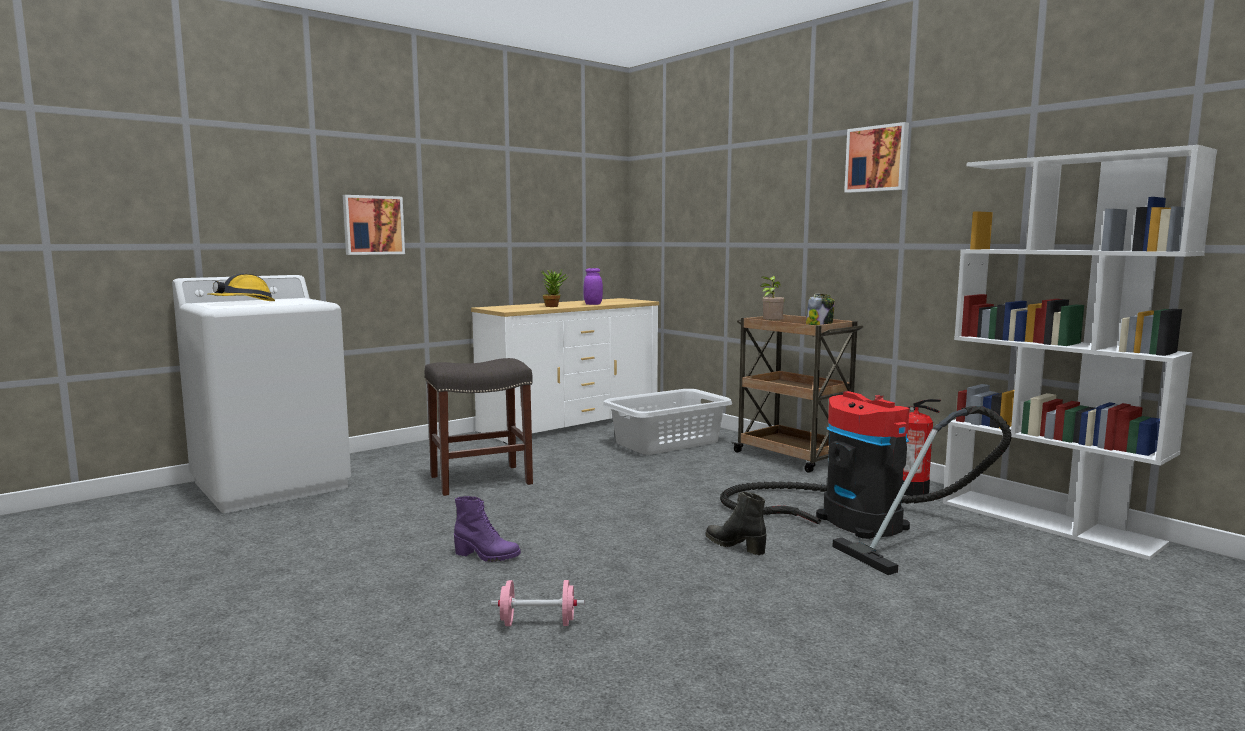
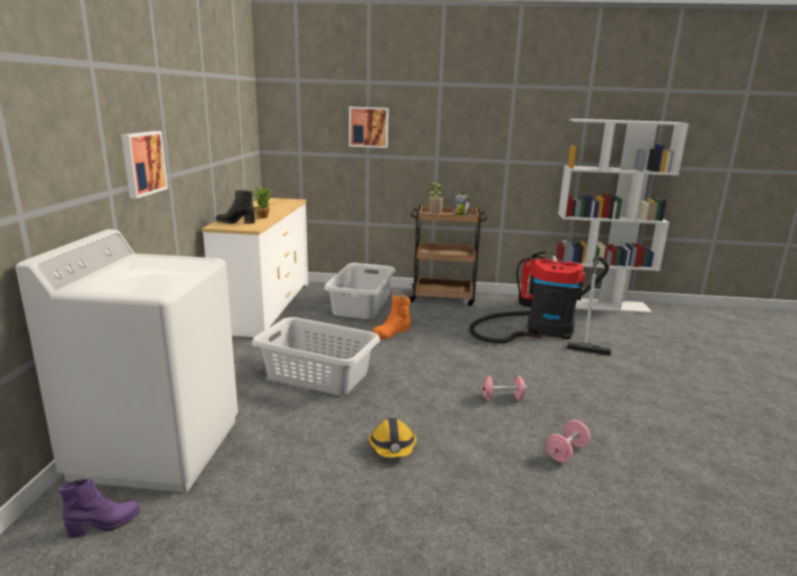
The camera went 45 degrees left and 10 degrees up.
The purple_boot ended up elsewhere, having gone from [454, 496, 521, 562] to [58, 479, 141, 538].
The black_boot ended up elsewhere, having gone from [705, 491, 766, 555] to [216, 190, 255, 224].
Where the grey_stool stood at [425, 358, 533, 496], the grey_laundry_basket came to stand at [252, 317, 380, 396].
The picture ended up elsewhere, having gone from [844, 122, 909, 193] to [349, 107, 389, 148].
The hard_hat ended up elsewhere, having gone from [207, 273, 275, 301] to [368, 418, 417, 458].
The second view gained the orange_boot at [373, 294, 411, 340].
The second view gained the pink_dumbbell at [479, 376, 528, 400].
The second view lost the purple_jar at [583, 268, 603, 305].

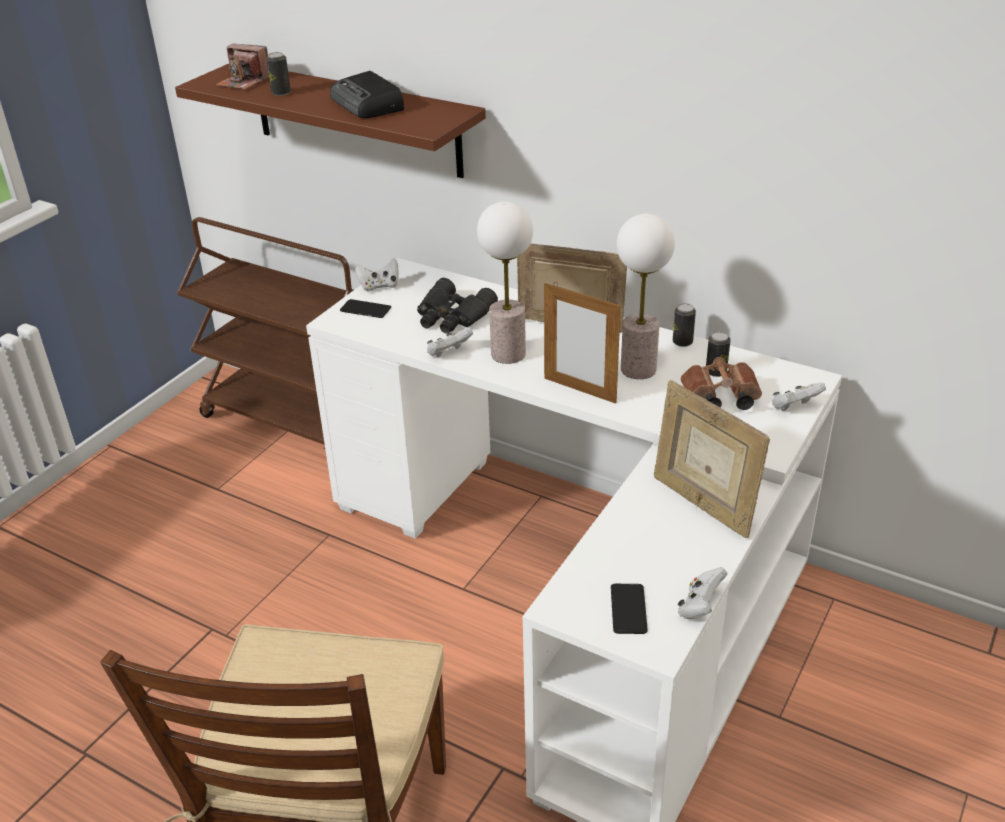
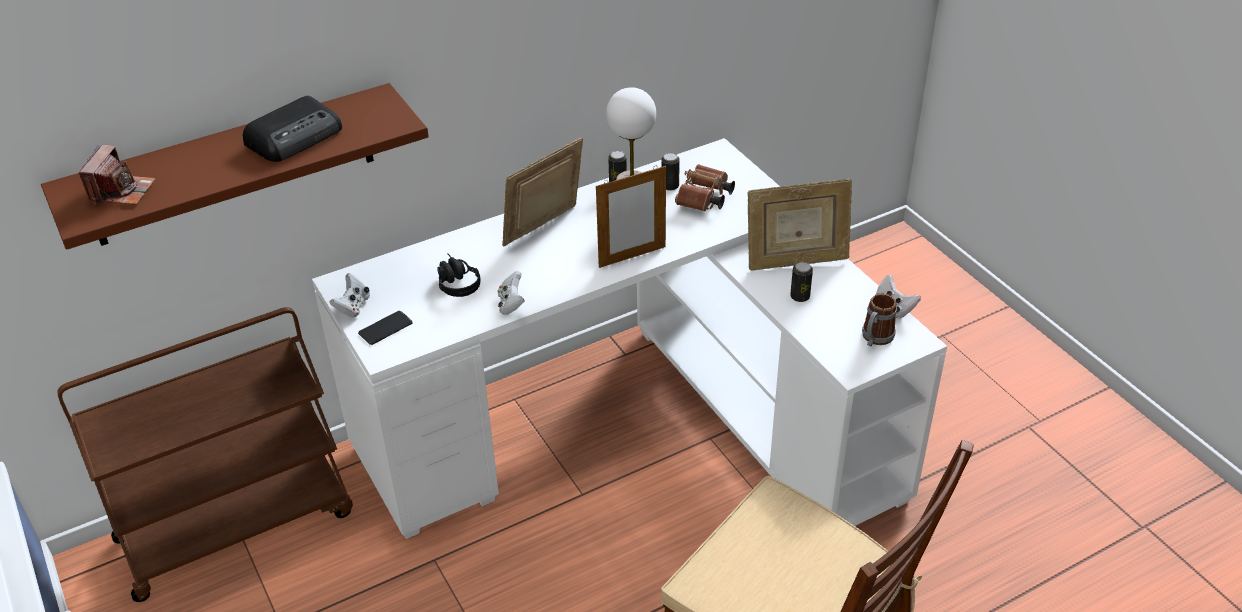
The camera went 60 degrees left and 5 degrees up.
The photo_camera at [216, 44, 269, 89] ended up facing another way, 45 degrees counterclockwise from before.
The radio at [330, 71, 404, 118] ended up facing another way, 45 degrees counterclockwise from before.
Where the black_binoculars stood at [417, 278, 498, 334], the black_headphones came to stand at [437, 253, 481, 297].
The can ended up elsewhere, having gone from [266, 52, 291, 96] to [790, 262, 813, 302].
Where the phone stood at [611, 584, 648, 634], the mug came to stand at [862, 294, 897, 346].
The second view lost the table_lamp at [477, 201, 533, 364].
The second view lost the white_game_controller at [772, 383, 826, 411].

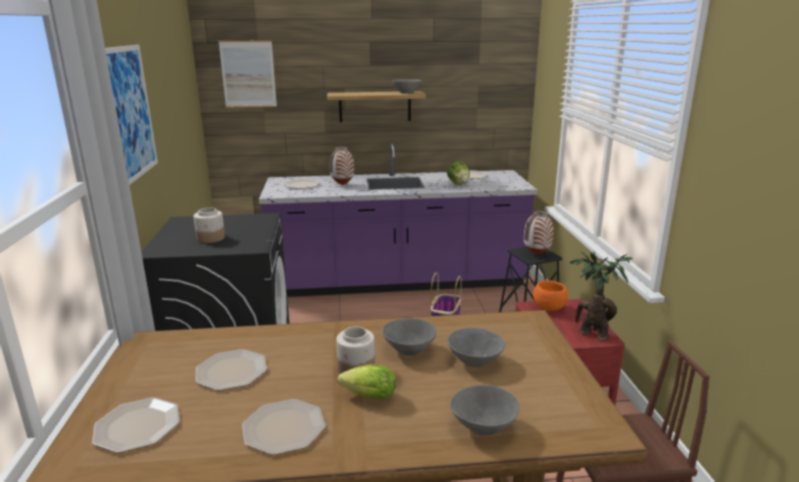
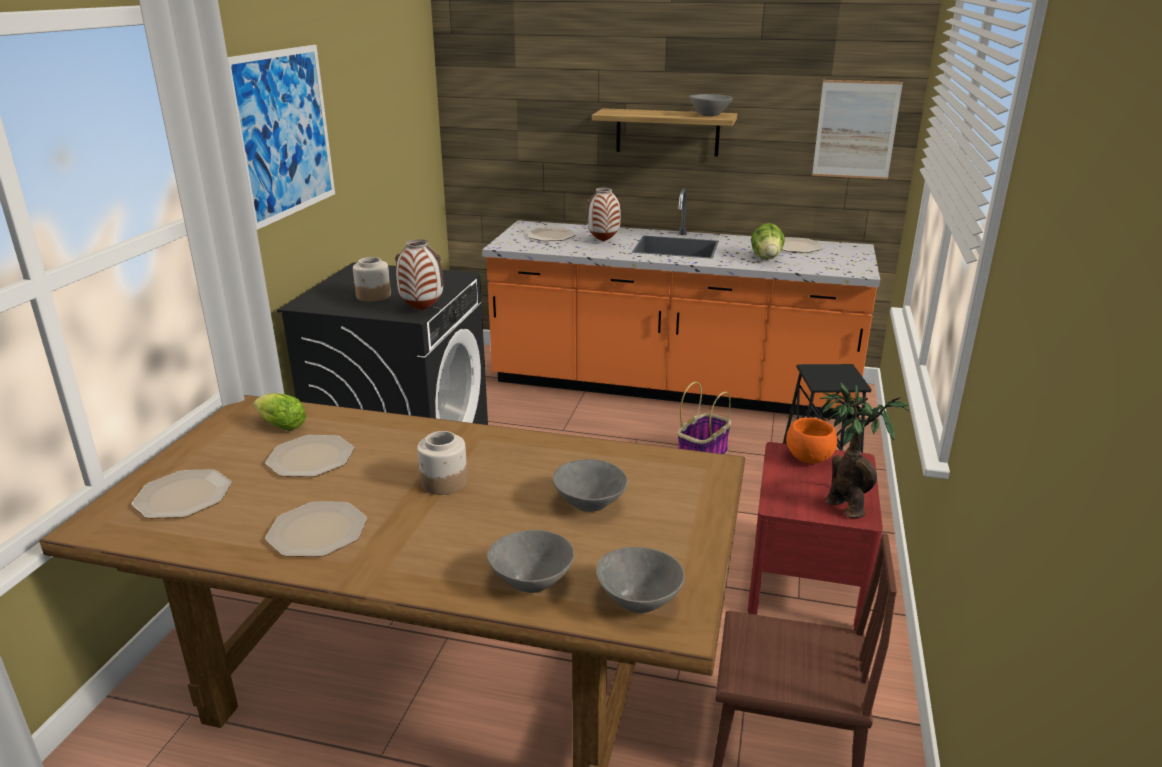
The camera went 20 degrees right and 5 degrees up.
The lettuce ended up elsewhere, having gone from [338, 365, 396, 400] to [253, 393, 306, 431].
The vase ended up elsewhere, having gone from [524, 211, 553, 254] to [395, 239, 443, 310].
What was the purple_counter at [259, 144, 537, 297] turned into the orange_counter at [482, 189, 880, 421].
The grey_bowl ended up elsewhere, having gone from [382, 319, 437, 356] to [596, 547, 685, 613].
The picture ended up elsewhere, having gone from [219, 40, 277, 108] to [812, 80, 903, 180].

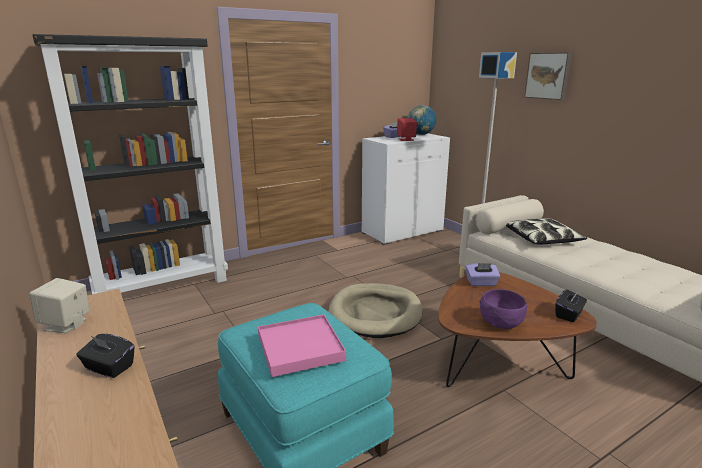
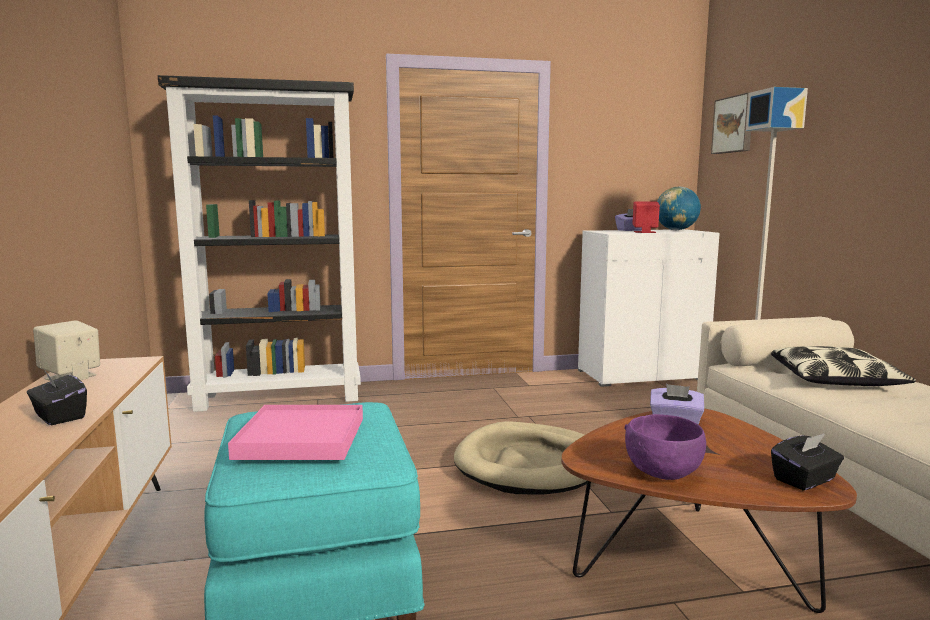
The camera went 20 degrees right and 10 degrees down.
The picture ended up elsewhere, having gone from [524, 52, 572, 100] to [711, 92, 751, 154].

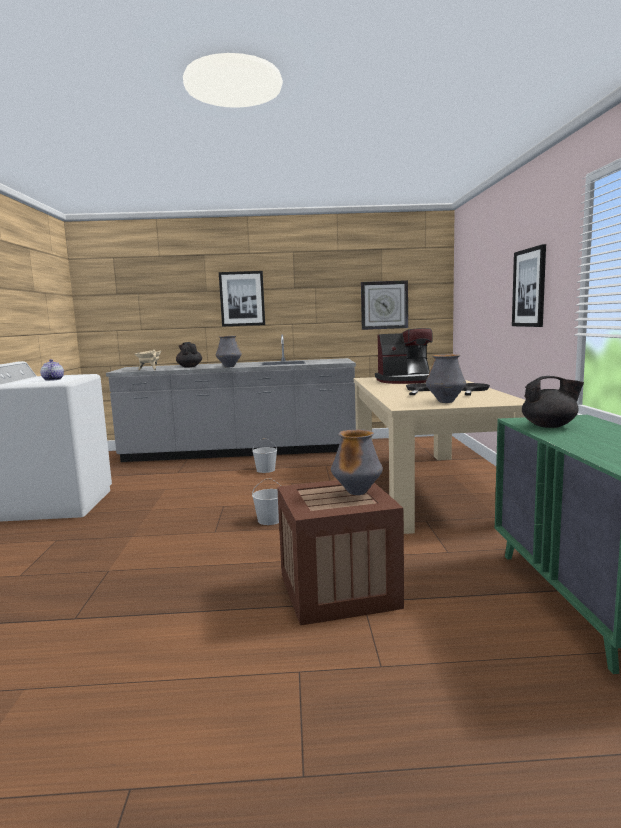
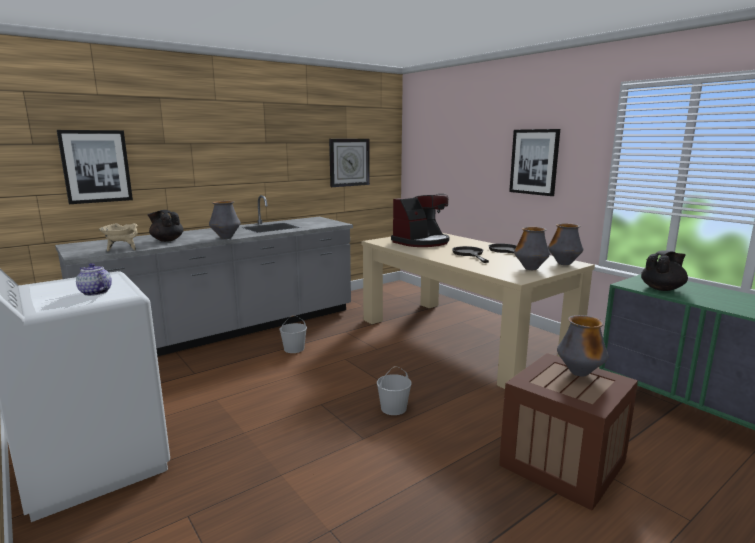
The camera went 35 degrees left and 5 degrees up.
The picture ended up elsewhere, having gone from [219, 271, 265, 327] to [57, 130, 133, 204].
The second view gained the vase at [548, 223, 583, 265].

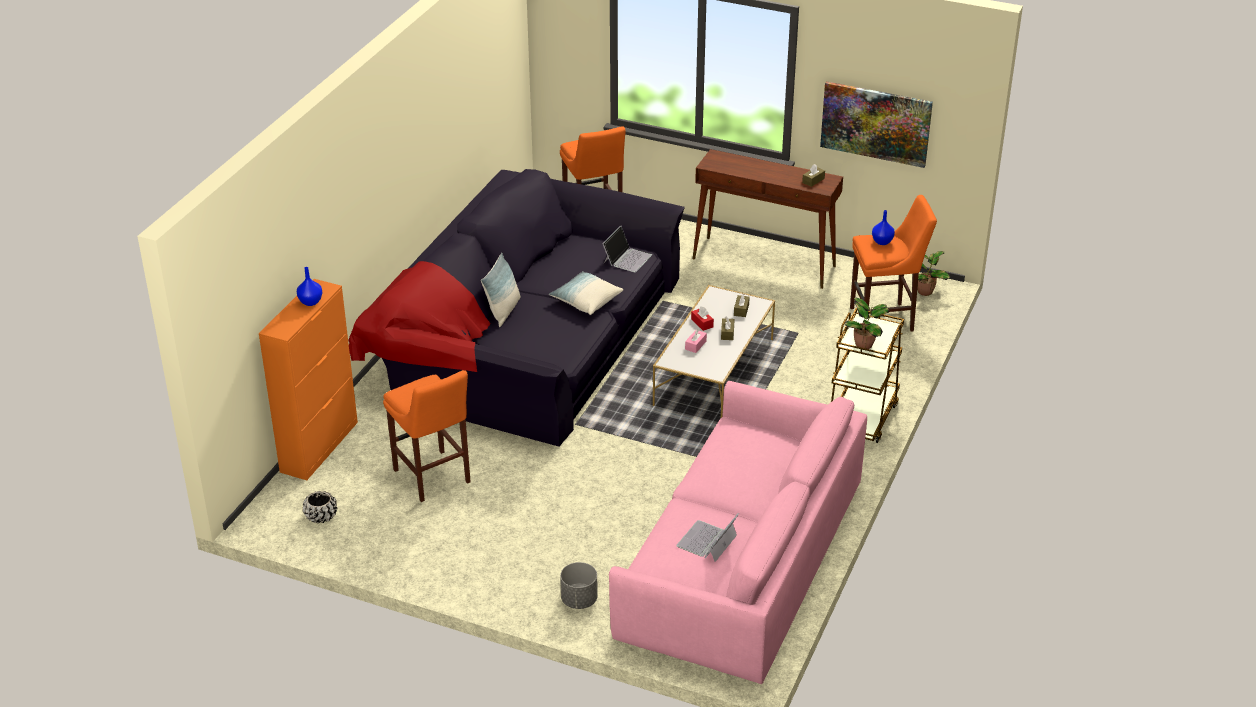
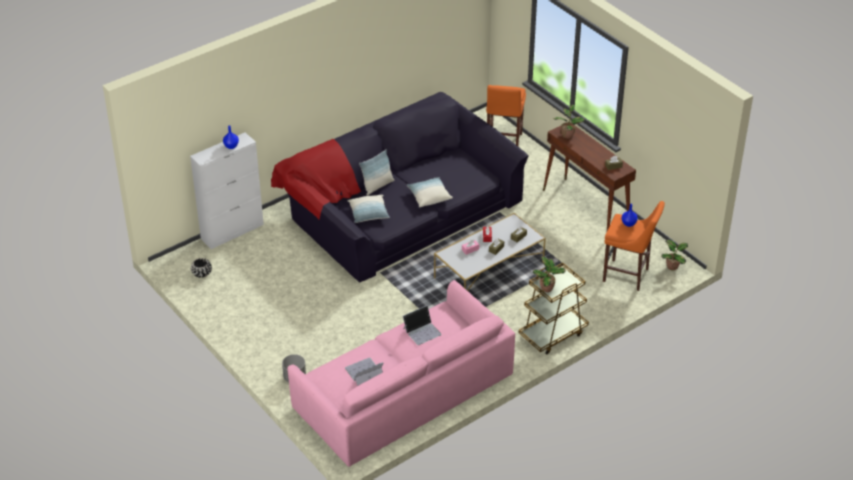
The camera went 30 degrees right and 5 degrees up.
What was the orange_cabinet at [259, 279, 358, 480] turned into the white_cabinet at [190, 132, 264, 249].
The second view gained the pillow at [348, 195, 390, 223].
The laptop ended up elsewhere, having gone from [602, 226, 652, 272] to [403, 305, 442, 345].
The second view gained the potted_plant at [553, 104, 585, 139].
The second view lost the orange_stool at [383, 370, 471, 502].
The second view lost the picture at [820, 81, 933, 168].

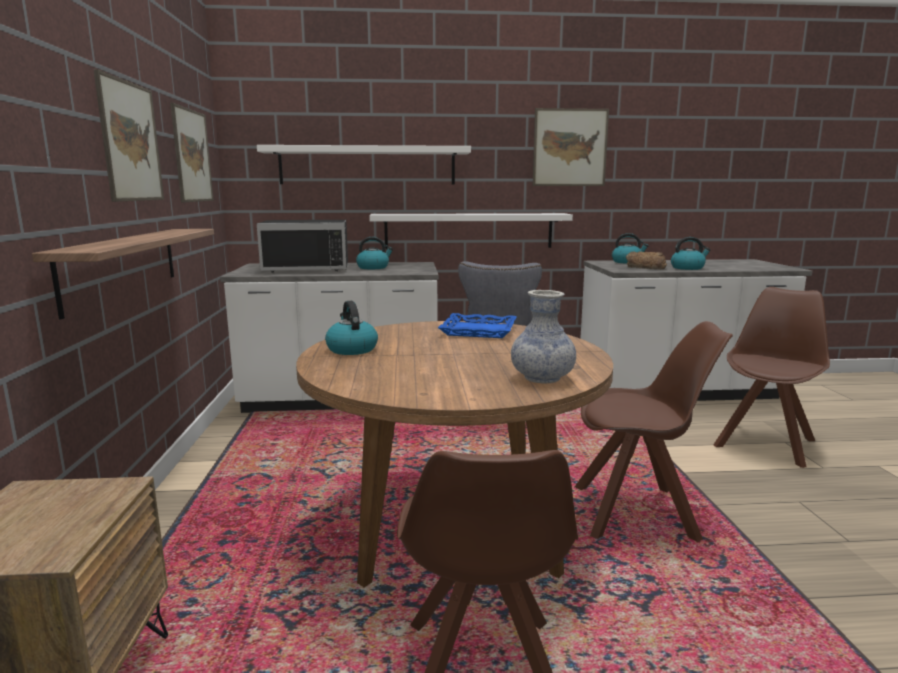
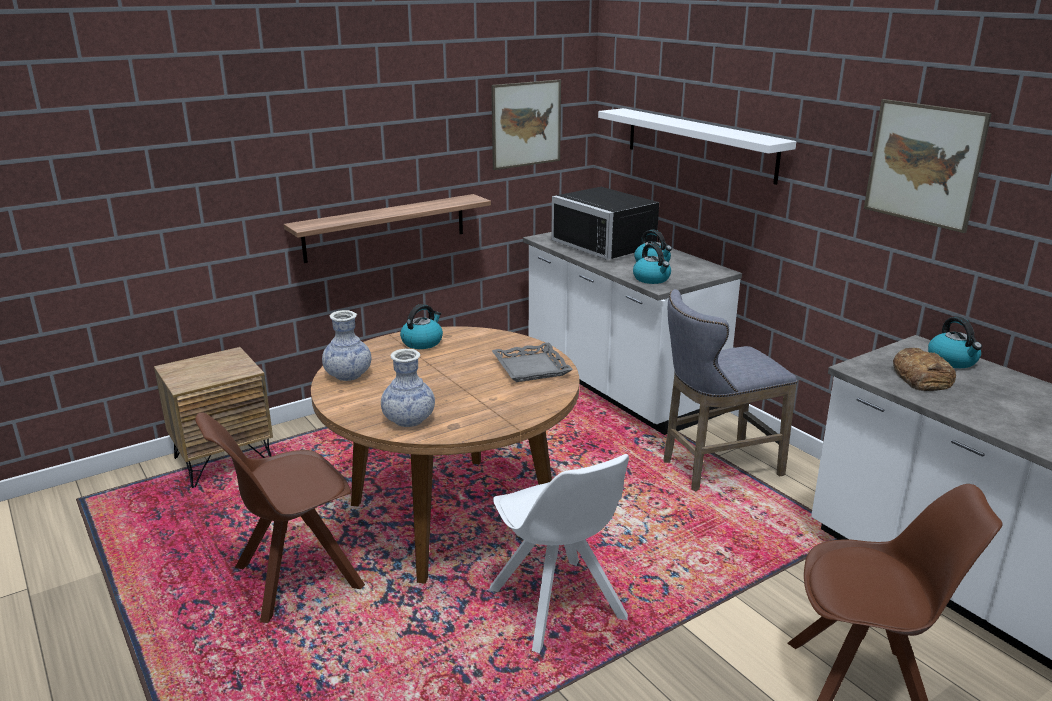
The camera went 60 degrees right and 10 degrees up.
The second view gained the vase at [322, 310, 371, 381].
What was the brown_chair at [575, 321, 733, 542] turned into the white_chair at [489, 454, 629, 653].
What was the blue_tray at [438, 313, 517, 338] turned into the grey_tray at [492, 342, 573, 382].
The kettle ended up elsewhere, having gone from [671, 237, 711, 270] to [633, 243, 671, 284].
The second view lost the picture at [93, 69, 164, 202].
The second view lost the white_shelf at [369, 213, 573, 249].

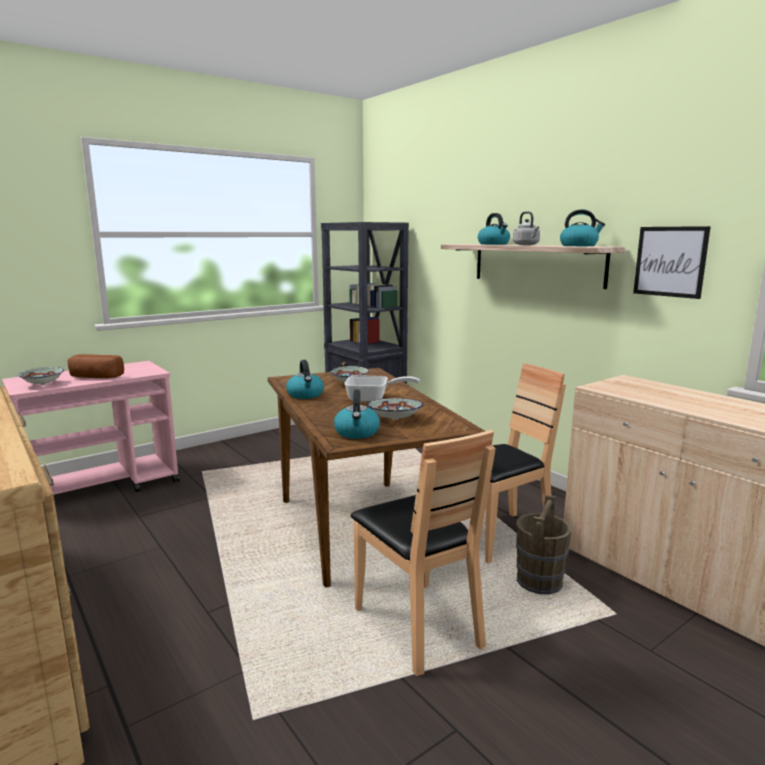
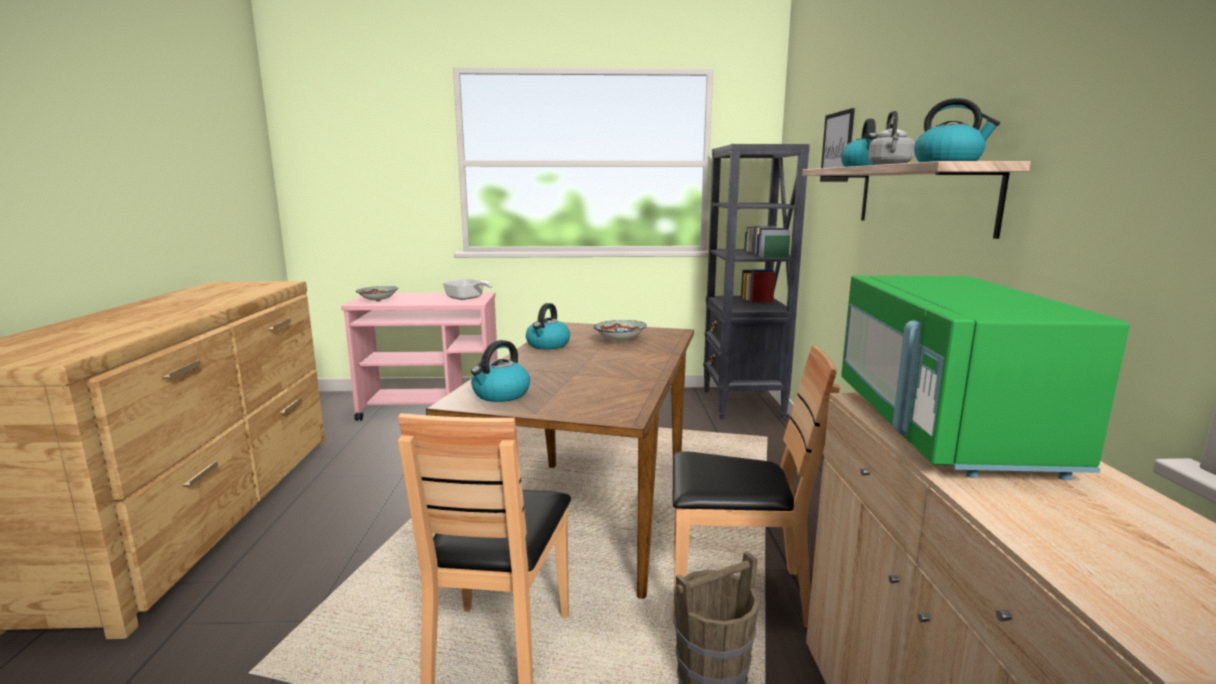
The camera went 35 degrees right and 0 degrees up.
The frying_pan ended up elsewhere, having gone from [344, 375, 420, 402] to [442, 279, 493, 300].
The picture ended up elsewhere, having gone from [633, 226, 711, 299] to [820, 108, 855, 182].
The second view gained the green_microwave at [841, 276, 1130, 481].
The second view lost the bread at [67, 354, 124, 378].
The second view lost the bowl at [367, 398, 424, 420].

